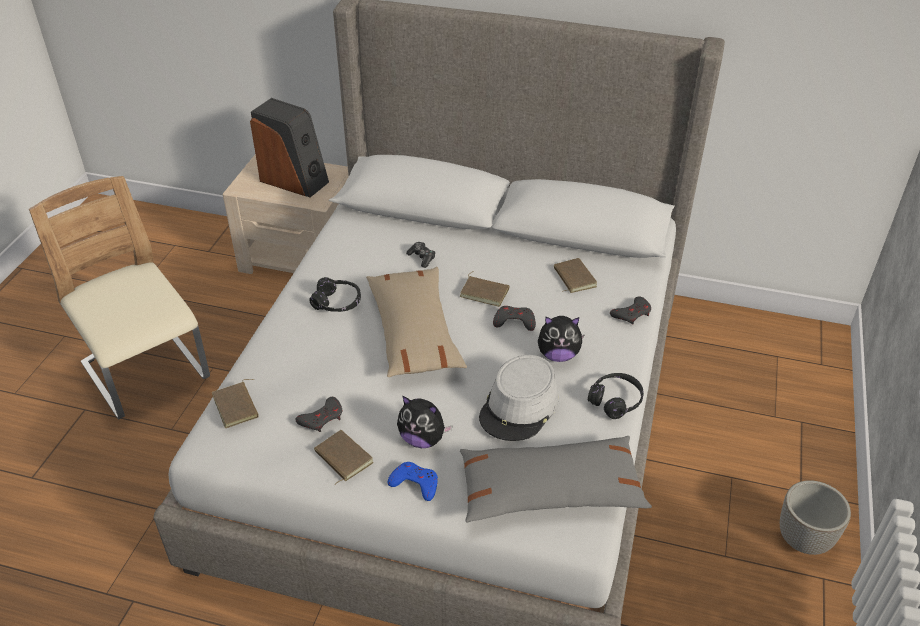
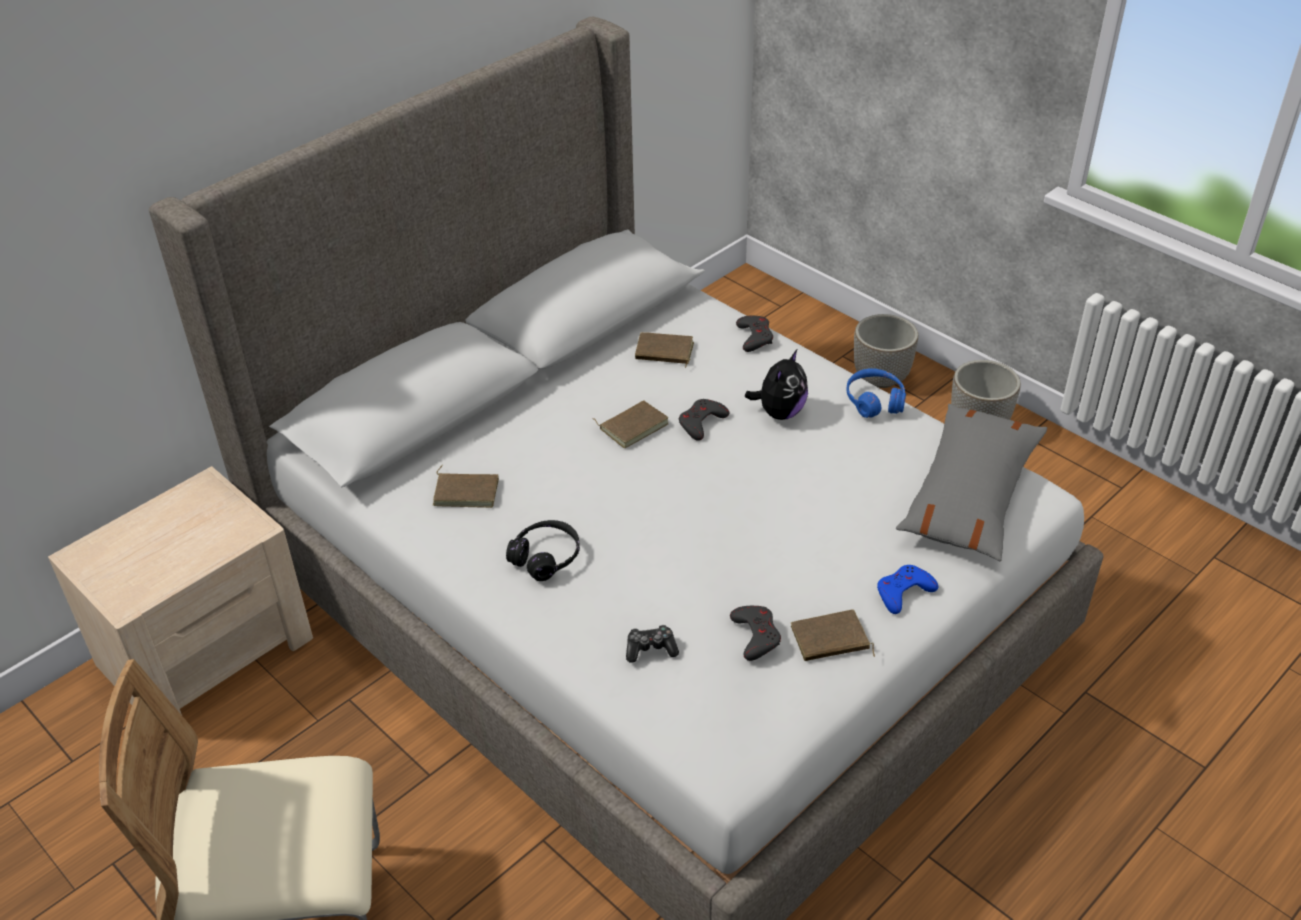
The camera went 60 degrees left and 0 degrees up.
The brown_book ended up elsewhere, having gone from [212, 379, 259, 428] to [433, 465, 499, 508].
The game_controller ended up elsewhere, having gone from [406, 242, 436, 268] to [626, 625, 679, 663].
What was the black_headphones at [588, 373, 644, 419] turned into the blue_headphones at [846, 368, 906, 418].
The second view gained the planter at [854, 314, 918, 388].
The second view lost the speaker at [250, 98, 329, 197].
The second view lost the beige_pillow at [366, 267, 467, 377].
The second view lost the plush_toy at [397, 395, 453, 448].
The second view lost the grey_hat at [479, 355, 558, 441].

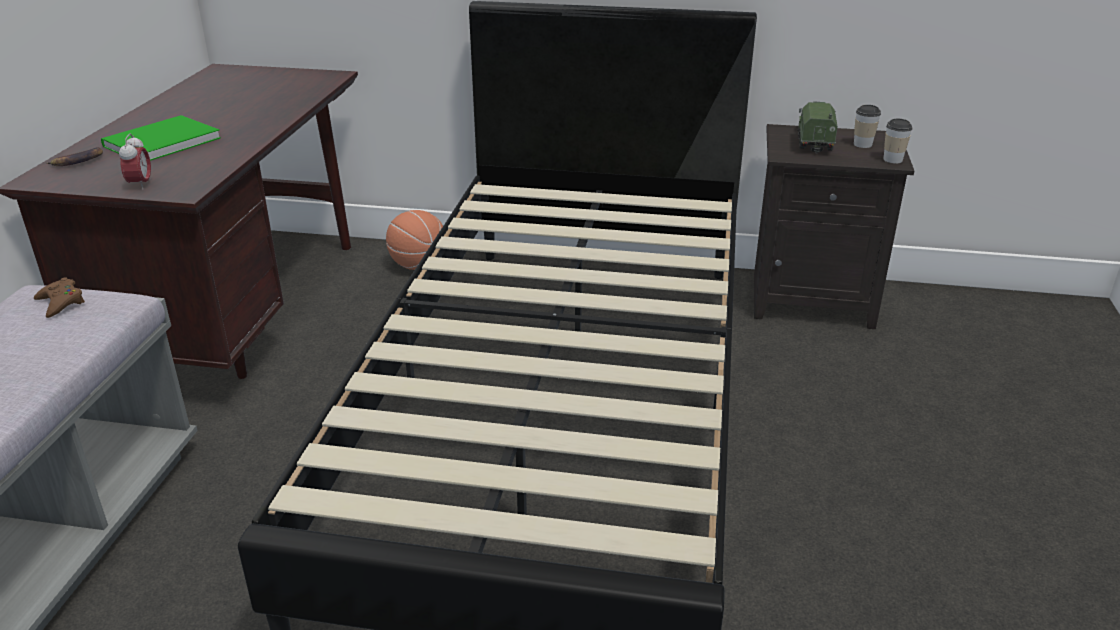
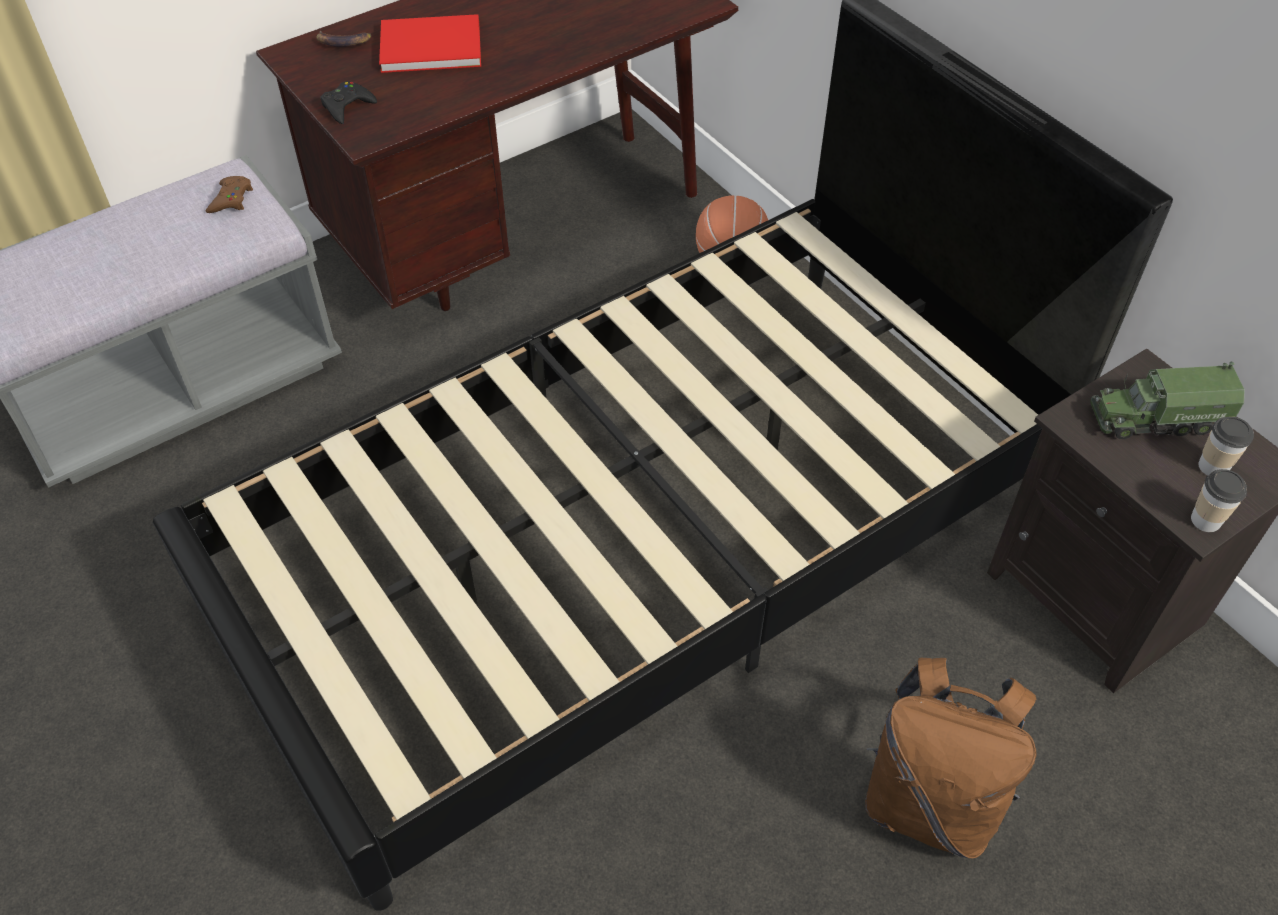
The camera went 45 degrees right and 20 degrees up.
Where the alarm_clock stood at [119, 134, 151, 190], the black_game_controller came to stand at [320, 81, 377, 124].
What was the green_book at [101, 115, 221, 161] turned into the red_book at [379, 14, 481, 73].
The second view gained the brown_backpack at [865, 658, 1037, 858].
The toy_truck at [798, 101, 838, 153] ended up facing another way, 150 degrees counterclockwise from before.

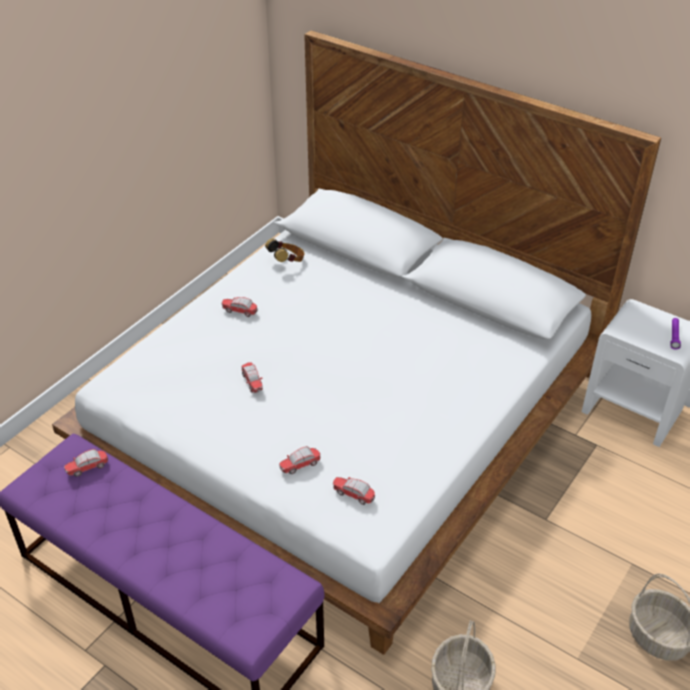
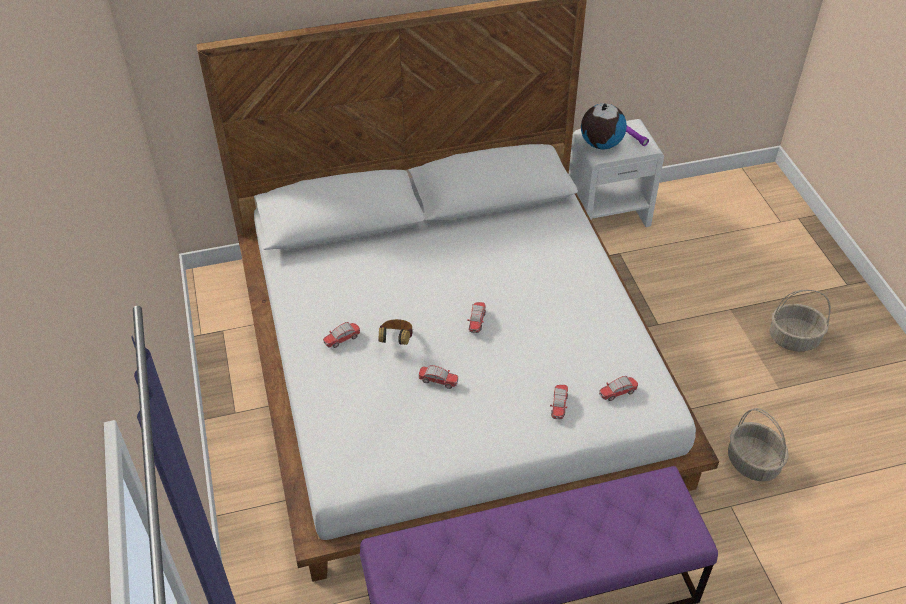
The camera went 50 degrees left and 5 degrees up.
The headphones ended up elsewhere, having gone from [265, 238, 305, 262] to [378, 319, 413, 345].
The toy_car ended up elsewhere, having gone from [64, 449, 108, 477] to [467, 302, 486, 333].
The second view gained the globe at [581, 103, 627, 149].

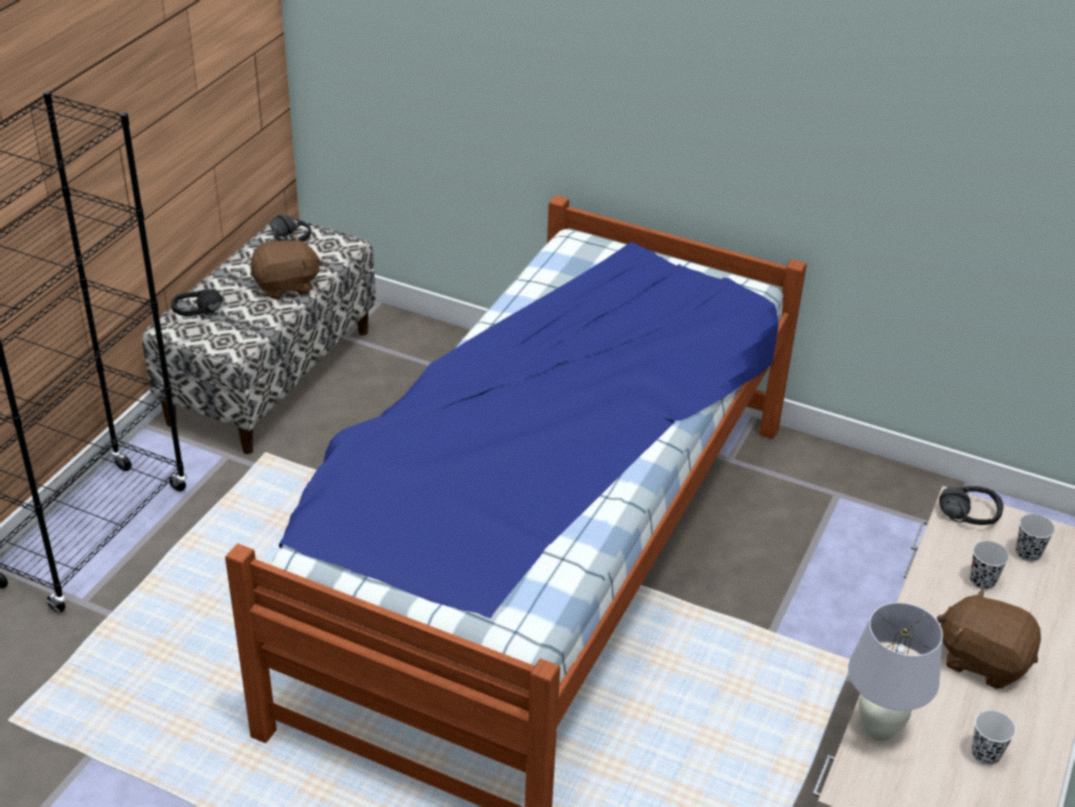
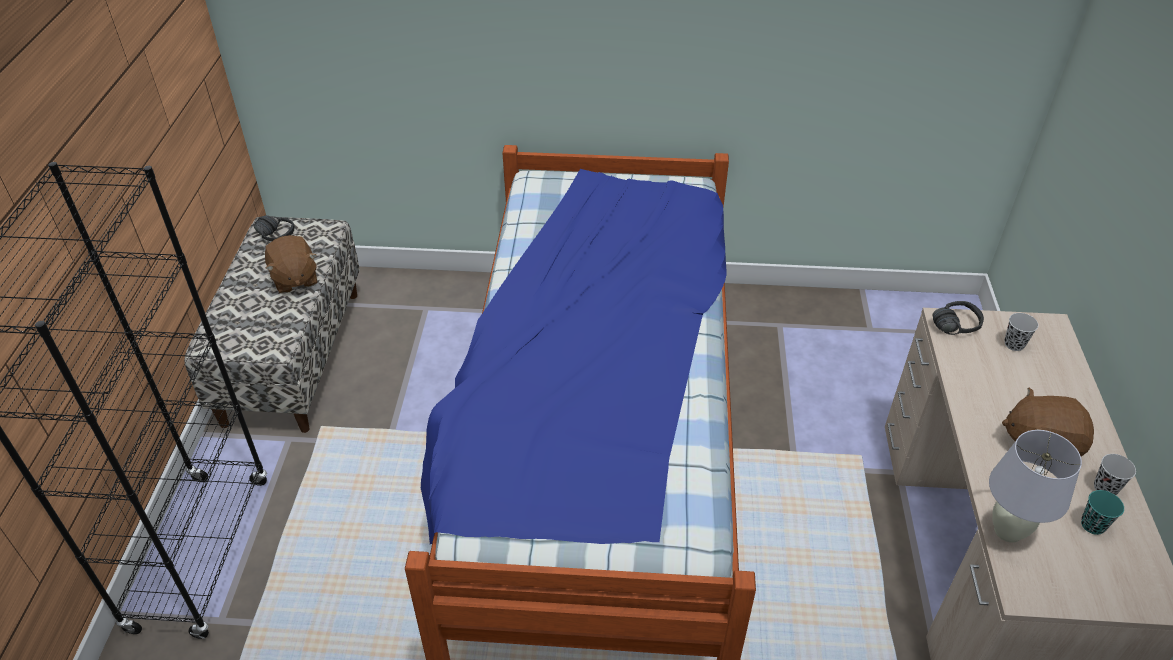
The camera went 20 degrees left and 5 degrees up.
The brown_plush_toy at [250, 235, 323, 299] ended up facing another way, 105 degrees clockwise from before.
What was the white_cup at [972, 710, 1016, 765] turned into the turquoise_cup at [1081, 490, 1124, 535].
The black_cup ended up elsewhere, having gone from [970, 541, 1009, 590] to [1094, 454, 1136, 495].
The second view lost the black_headphones at [171, 289, 222, 316].

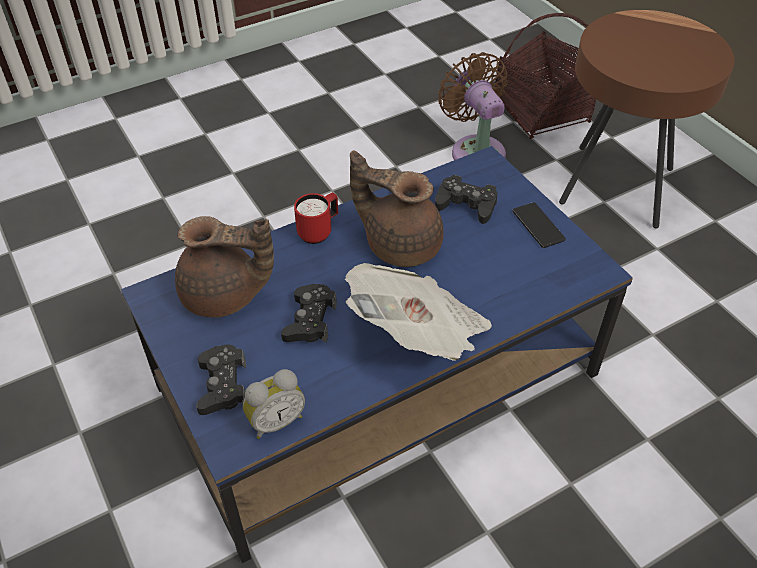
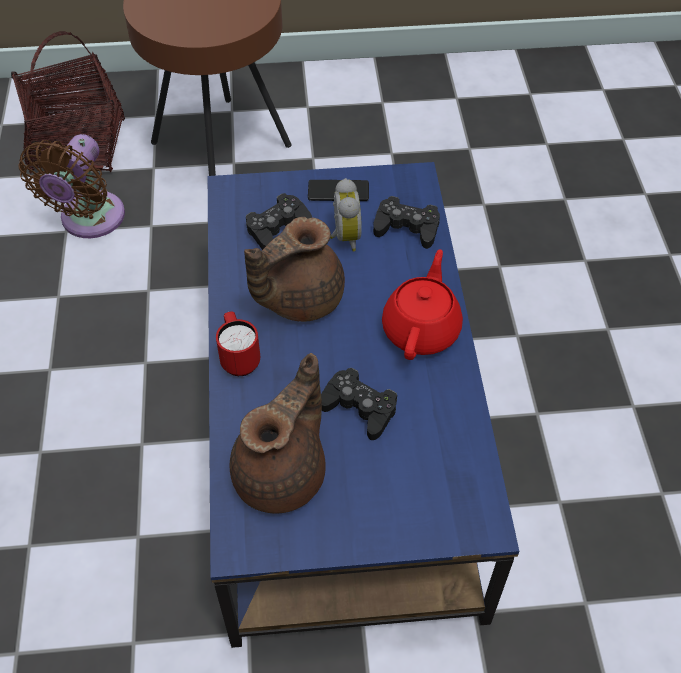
The camera went 65 degrees left and 5 degrees up.
The brown_fan at [438, 52, 508, 160] ended up facing another way, 75 degrees counterclockwise from before.
The alarm_clock ended up elsewhere, having gone from [243, 369, 305, 439] to [330, 178, 362, 252].
The black_game_controller ended up elsewhere, having gone from [196, 344, 246, 415] to [373, 196, 440, 249].
Where the newspaper stood at [345, 263, 492, 361], the red_teapot came to stand at [382, 249, 463, 360].

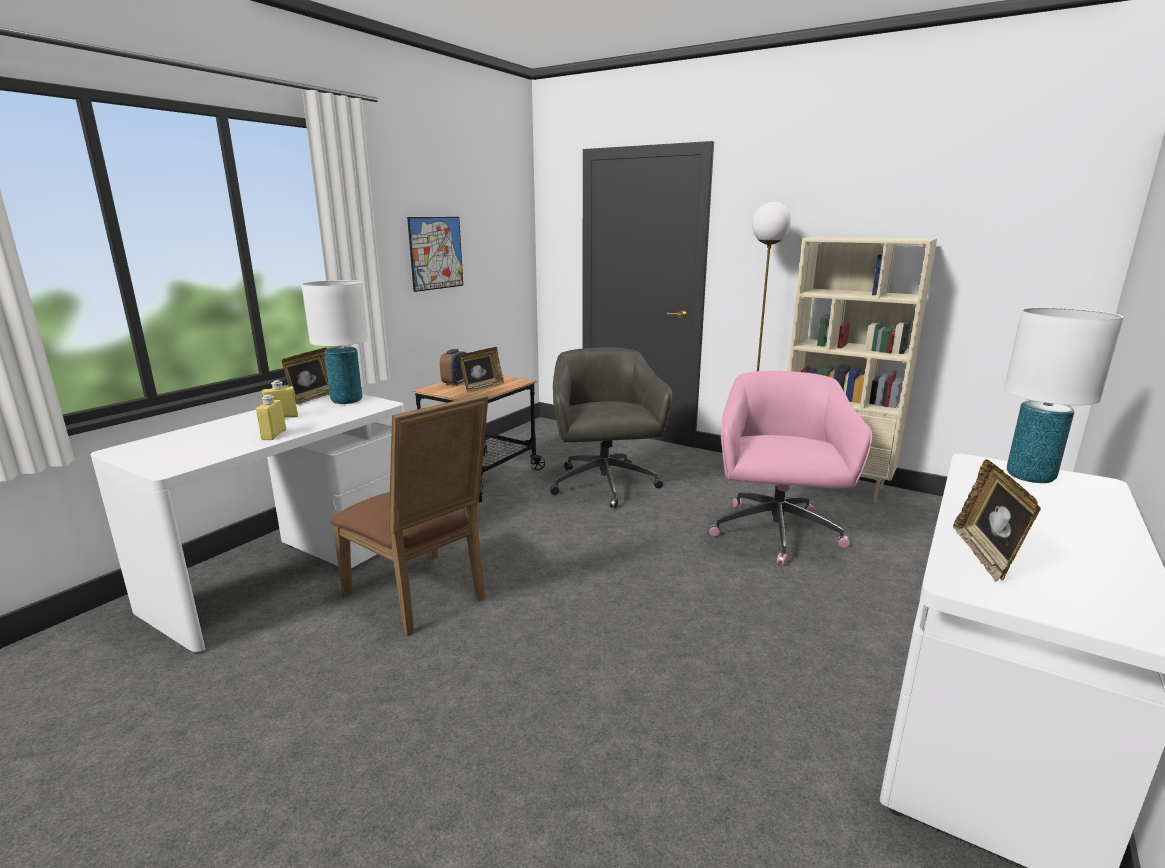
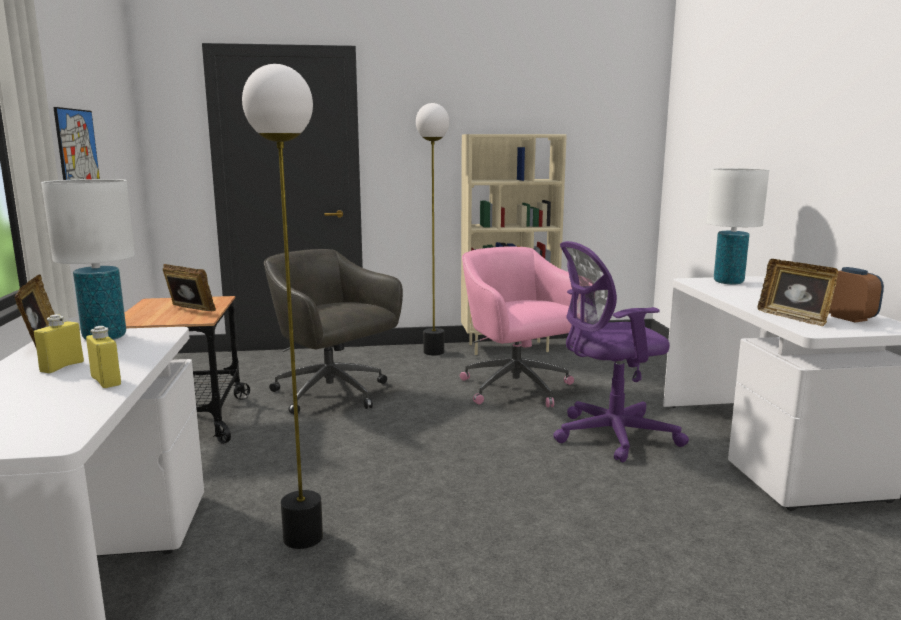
The camera went 40 degrees left and 5 degrees down.
The picture_frame at [460, 347, 505, 392] ended up facing another way, 60 degrees counterclockwise from before.
Where the brown_chair stood at [331, 394, 489, 636], the floor_lamp came to stand at [242, 64, 323, 549].
The second view gained the purple_office_chair at [553, 241, 689, 462].
The alarm_clock ended up elsewhere, having gone from [440, 349, 466, 386] to [829, 267, 884, 322].

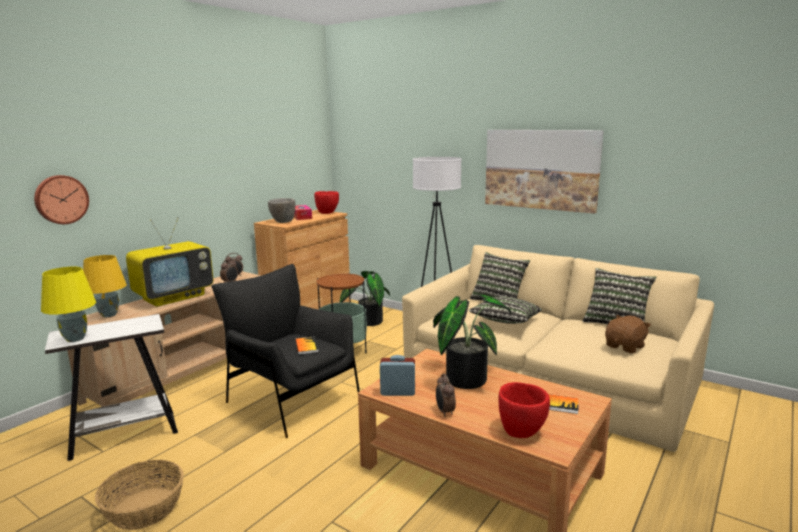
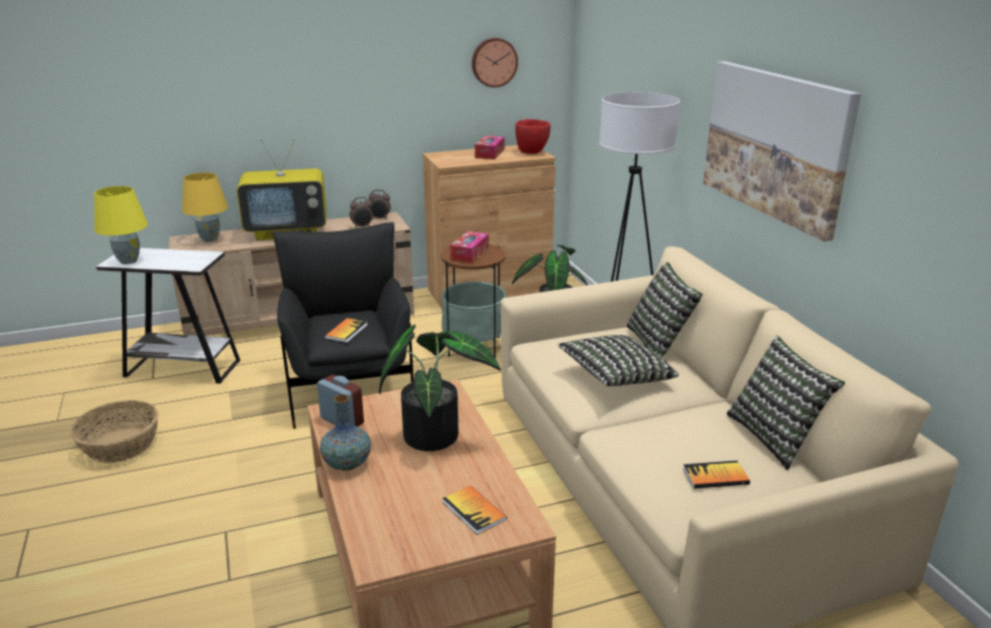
The camera went 35 degrees right and 10 degrees up.
Where the alarm_clock stood at [436, 374, 456, 417], the vase came to stand at [320, 394, 371, 471].
The second view gained the tissue_box at [450, 231, 489, 263].
The wall_clock ended up elsewhere, having gone from [34, 175, 89, 224] to [472, 38, 518, 88].
Where the brown_plush_toy stood at [605, 315, 651, 354], the book came to stand at [683, 461, 750, 489].
The second view lost the grey_bowl at [268, 198, 295, 223].
The second view lost the red_bowl at [498, 382, 550, 438].

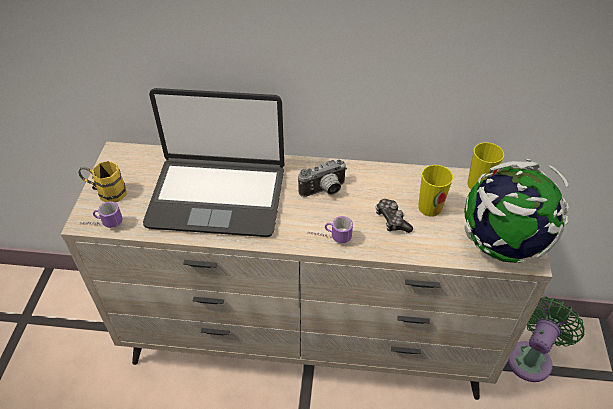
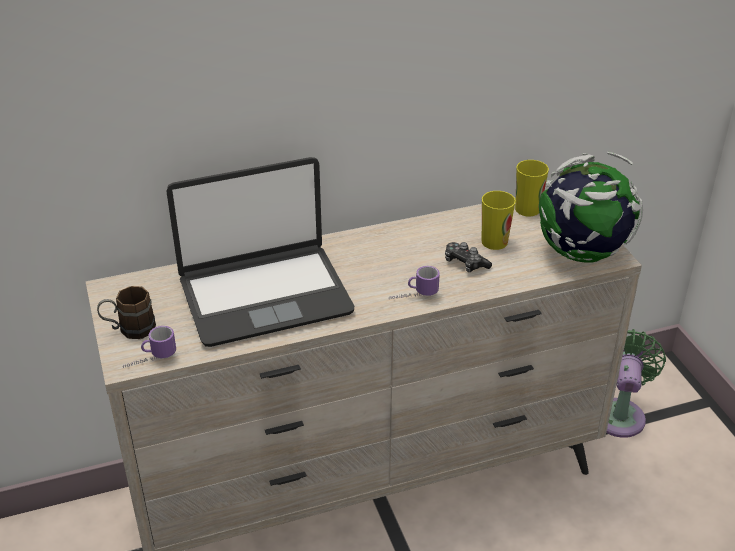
The camera went 25 degrees left and 10 degrees down.
What was the yellow_mug at [79, 161, 127, 202] turned into the brown_mug at [97, 286, 156, 339].
The second view lost the photo_camera at [298, 159, 347, 197].

